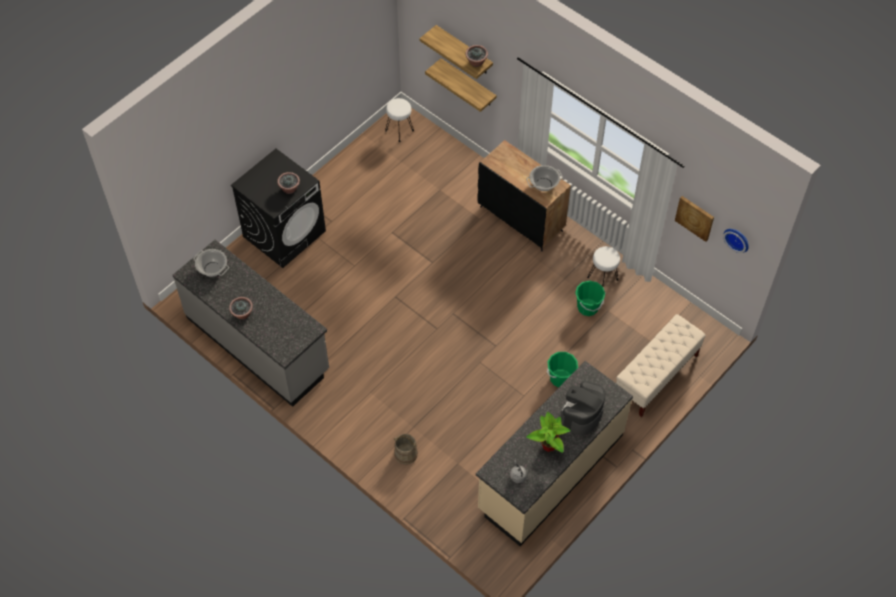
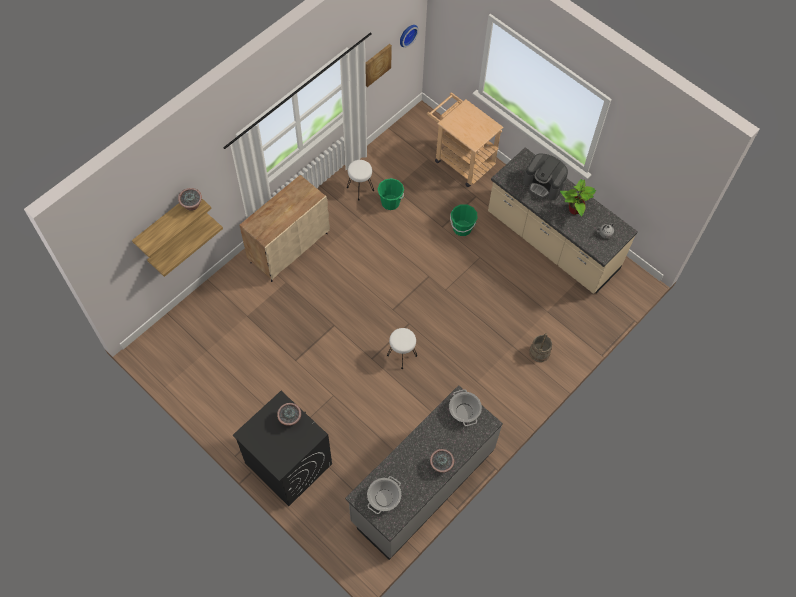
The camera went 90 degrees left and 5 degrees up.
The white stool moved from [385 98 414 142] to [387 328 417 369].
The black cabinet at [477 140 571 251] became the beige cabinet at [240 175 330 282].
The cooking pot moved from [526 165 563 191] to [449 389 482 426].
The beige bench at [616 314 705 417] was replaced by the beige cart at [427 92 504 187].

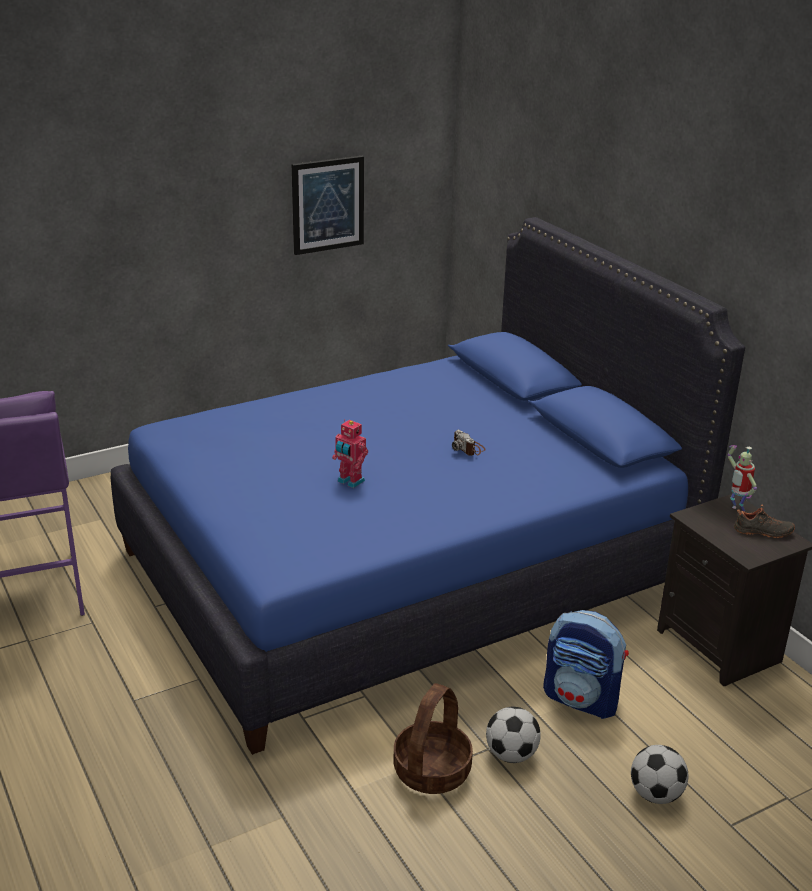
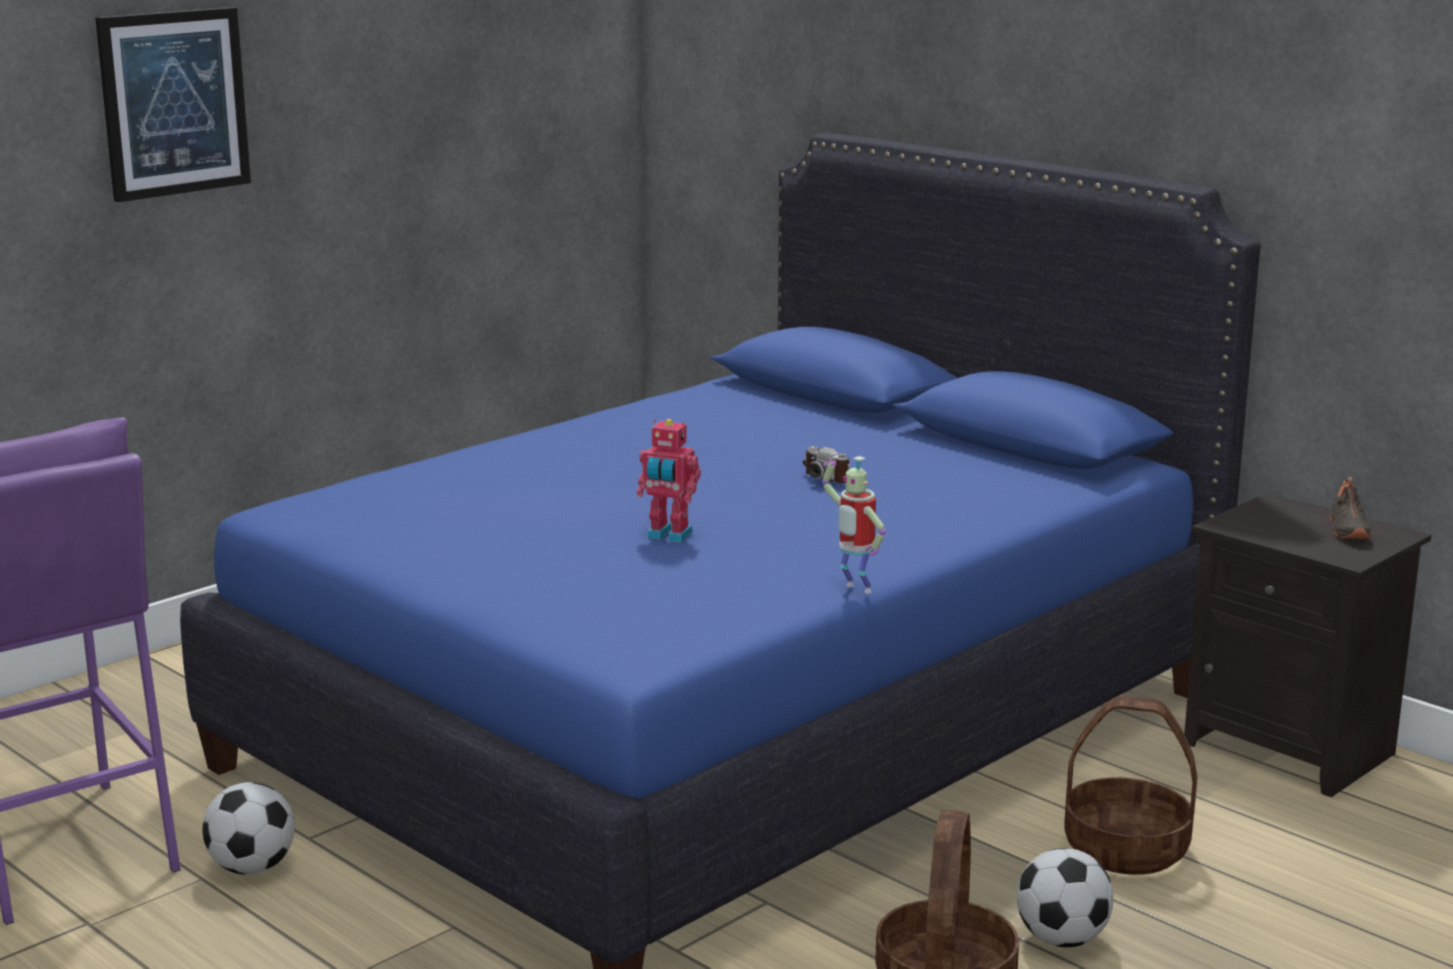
The camera went 15 degrees left and 10 degrees down.
The picture moved from [292 156 364 255] to [95 7 251 202].
The toy robot moved from [728 445 757 512] to [822 456 886 593].
The black shoe at [734 505 795 538] turned 105 degrees clockwise.
The backpack at [543 610 629 719] was replaced by the basket at [1064 696 1197 875].
The football moved from [631 745 689 804] to [202 782 295 875].

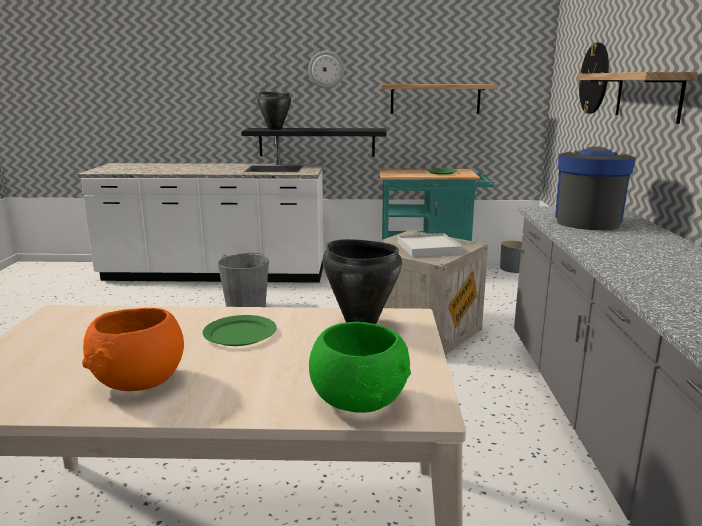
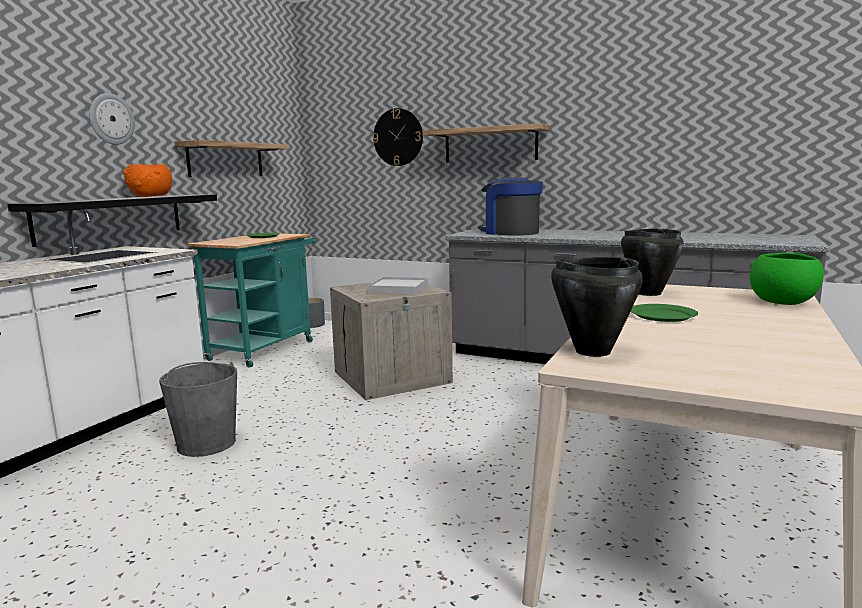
The camera went 65 degrees left and 5 degrees down.
The black cooking pot moved from [257 92 291 130] to [551 257 643 357].
The orange bowl moved from [82 308 184 391] to [123 164 172 197].

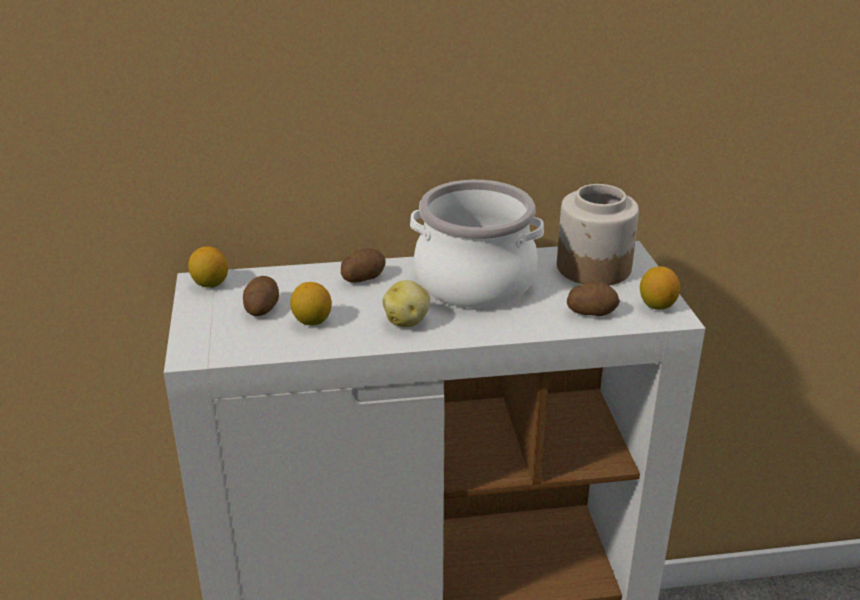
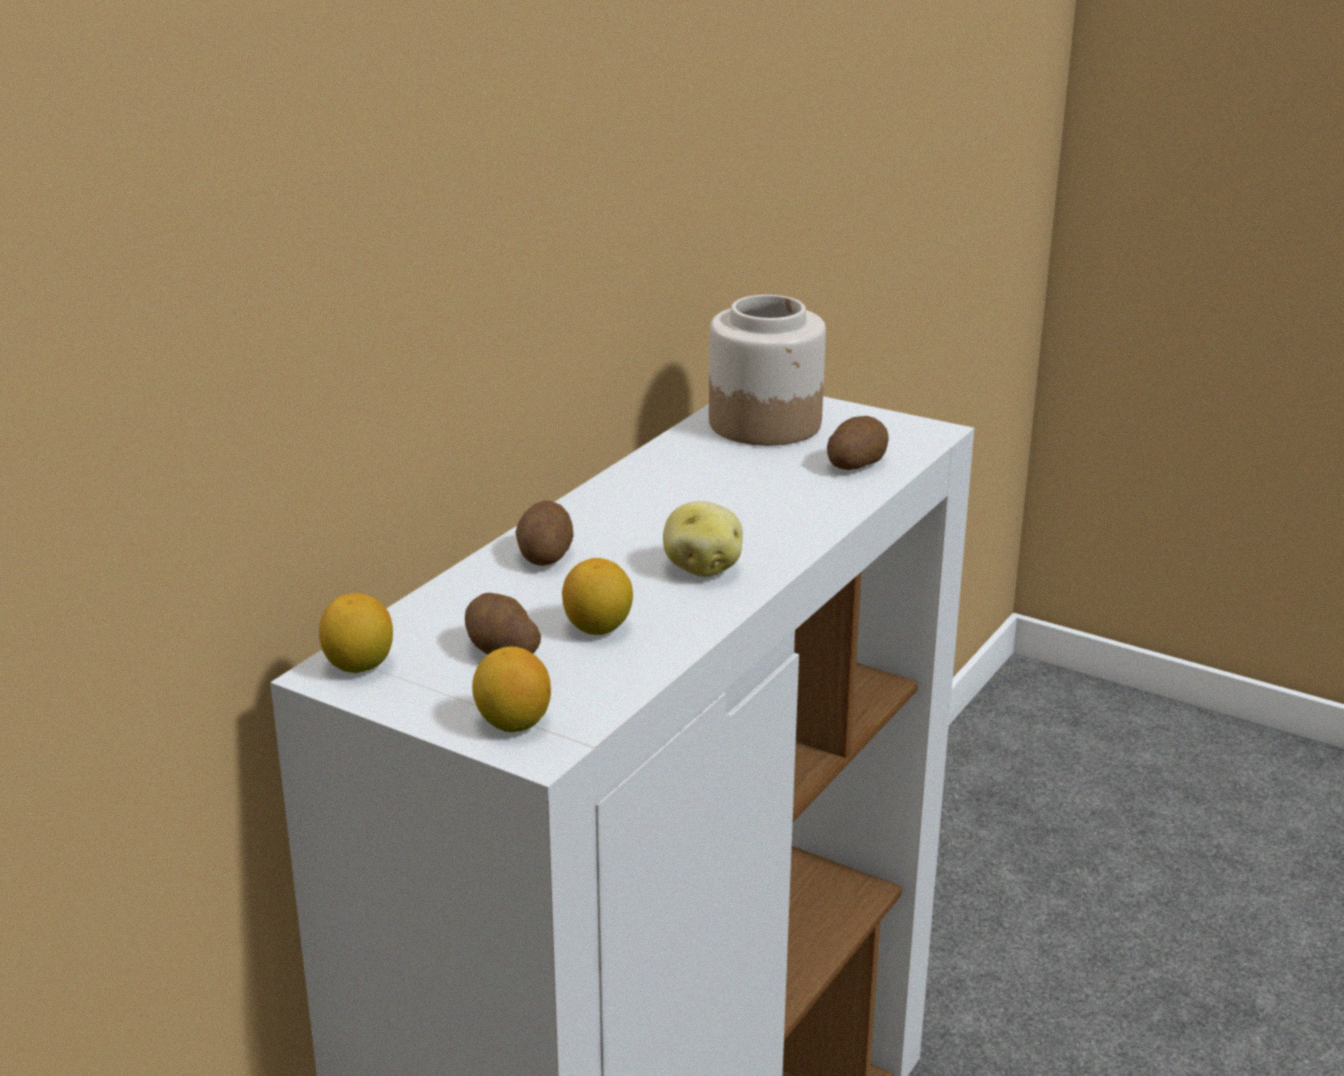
The camera went 50 degrees left and 5 degrees down.
The cooking pot at [410 180 544 308] disappeared.
The lemon moved from [640 267 680 310] to [472 647 551 732].

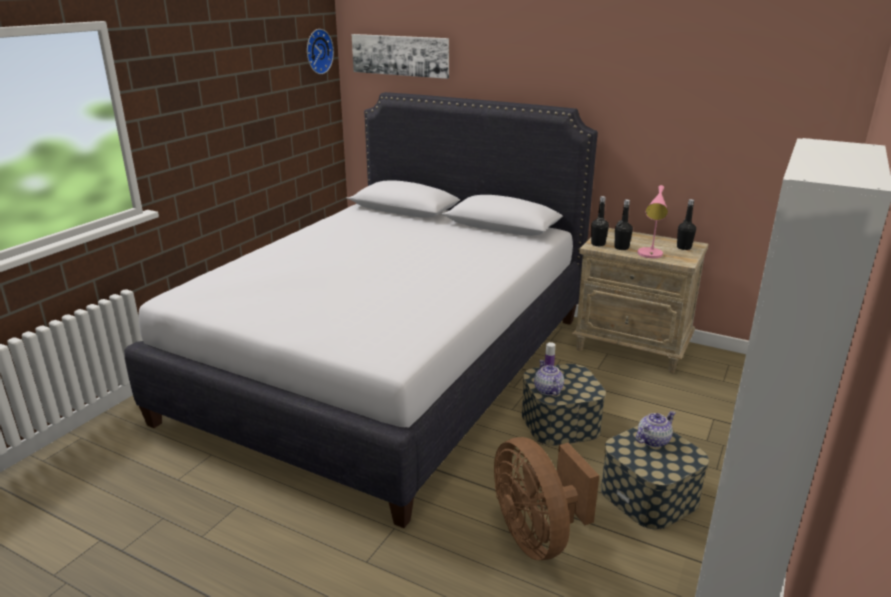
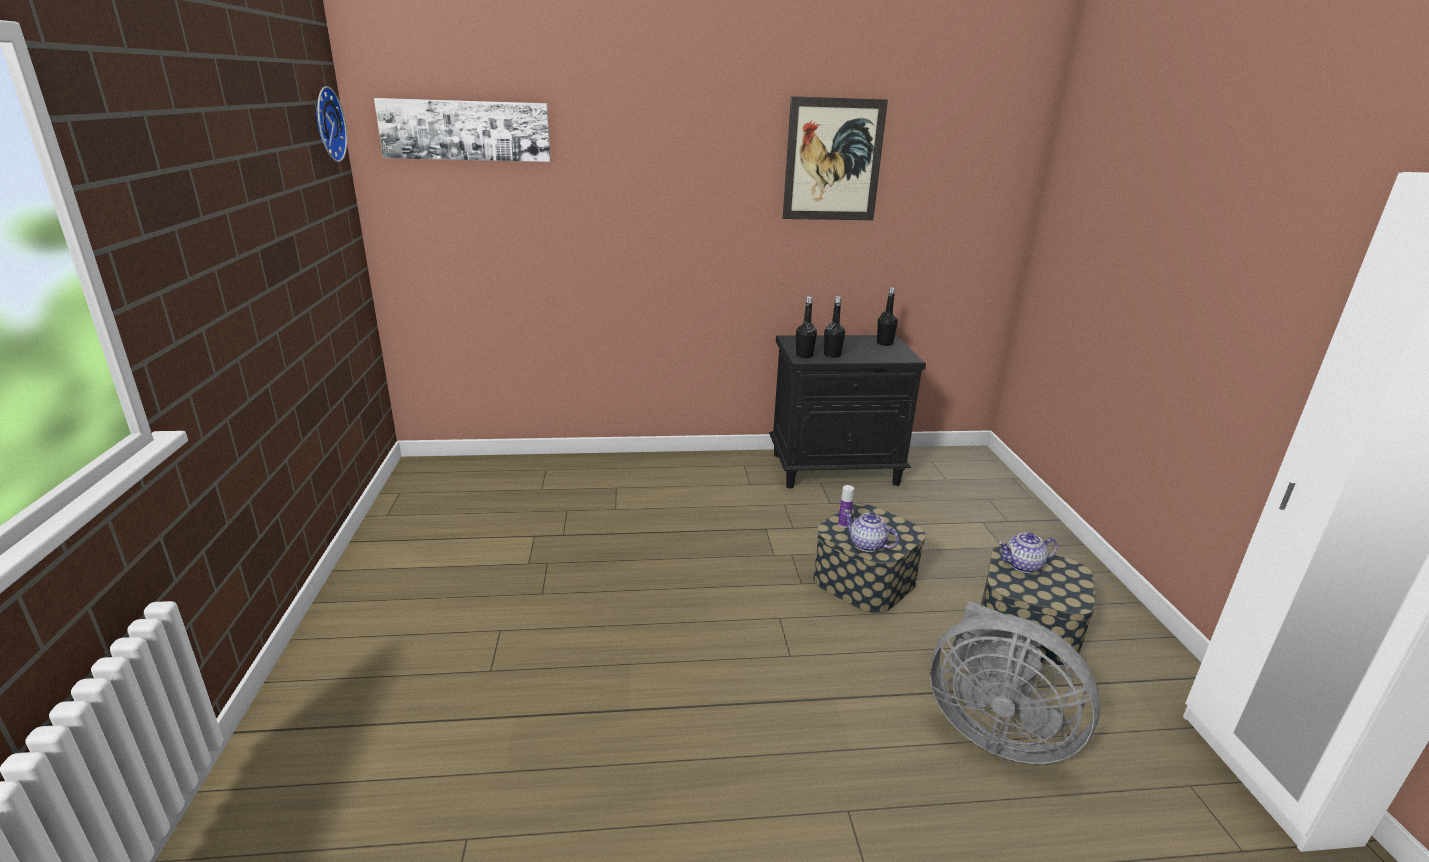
The camera went 35 degrees left and 0 degrees up.
The white bed at [124 92 598 528] disappeared.
The pink table lamp at [637 185 668 258] disappeared.
The beige nightstand at [572 228 709 373] became the black nightstand at [769 335 926 488].
The teapot at [636 411 676 447] turned 120 degrees counterclockwise.
The brown fan at [494 437 599 560] became the grey fan at [930 601 1100 764].
The picture at [783 96 888 220] appeared.

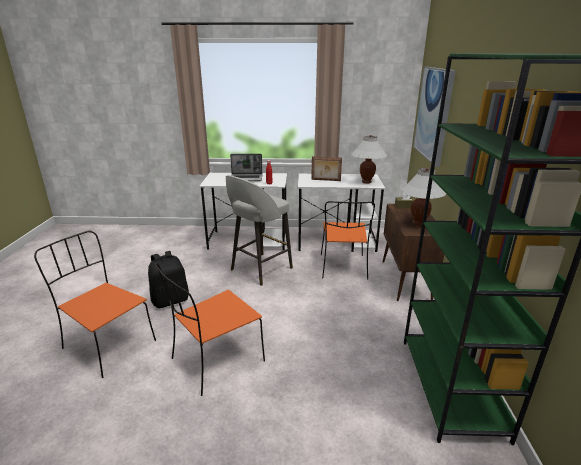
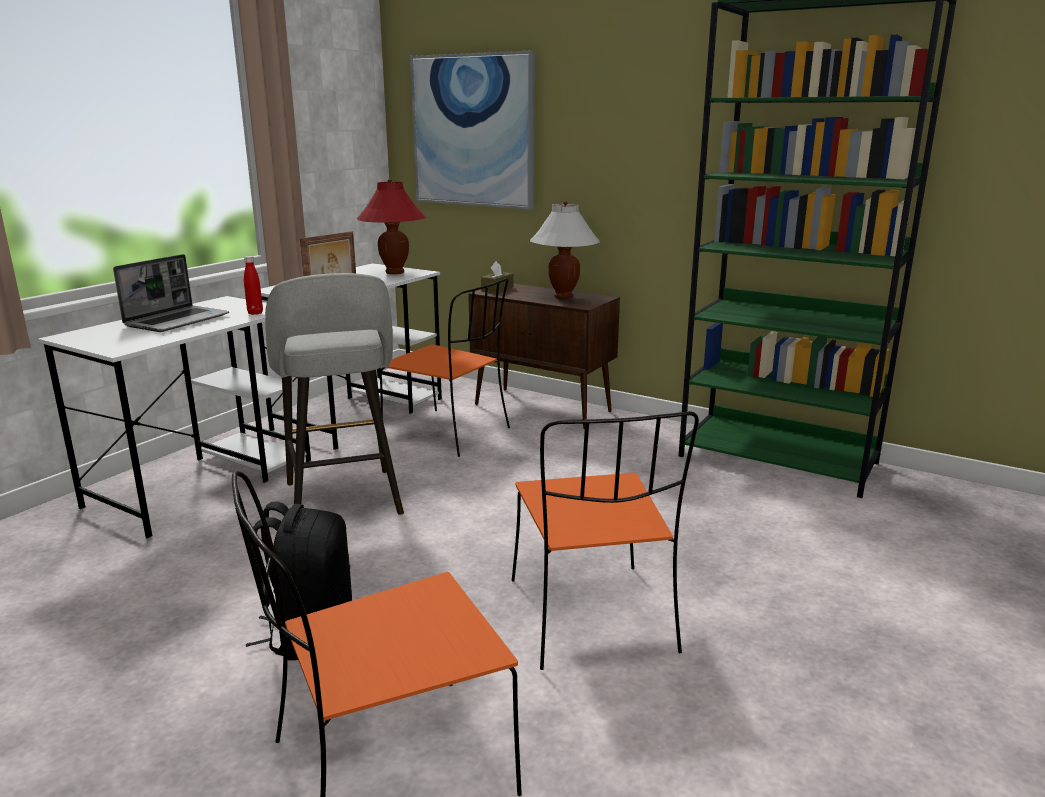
The camera went 60 degrees left and 5 degrees down.
The white table lamp at [351 135 387 184] became the red table lamp at [357 179 426 275].

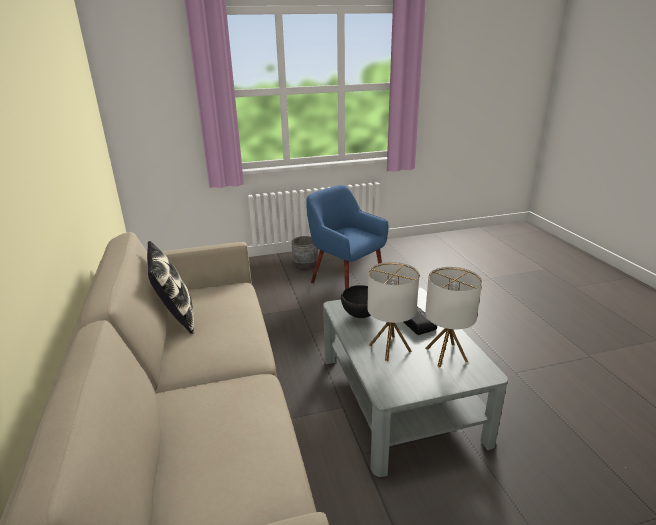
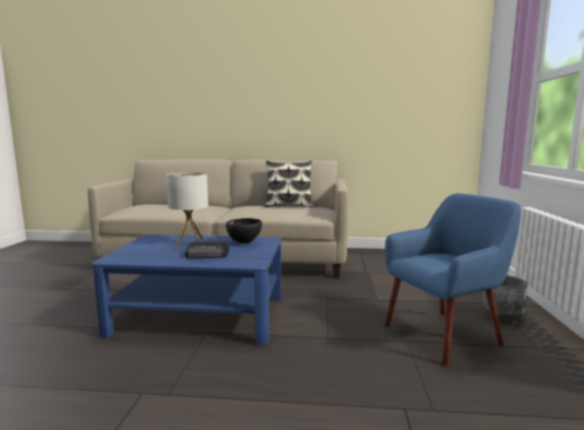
The camera went 110 degrees right and 15 degrees down.
The table lamp at [425 267 482 367] disappeared.
The grey coffee table at [323 287 508 477] became the blue coffee table at [92 234 281 345].

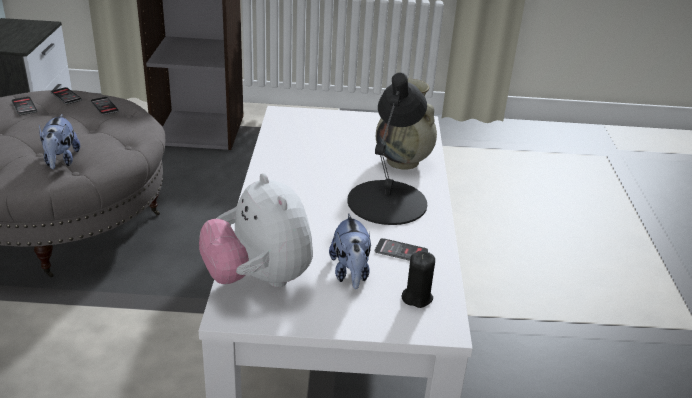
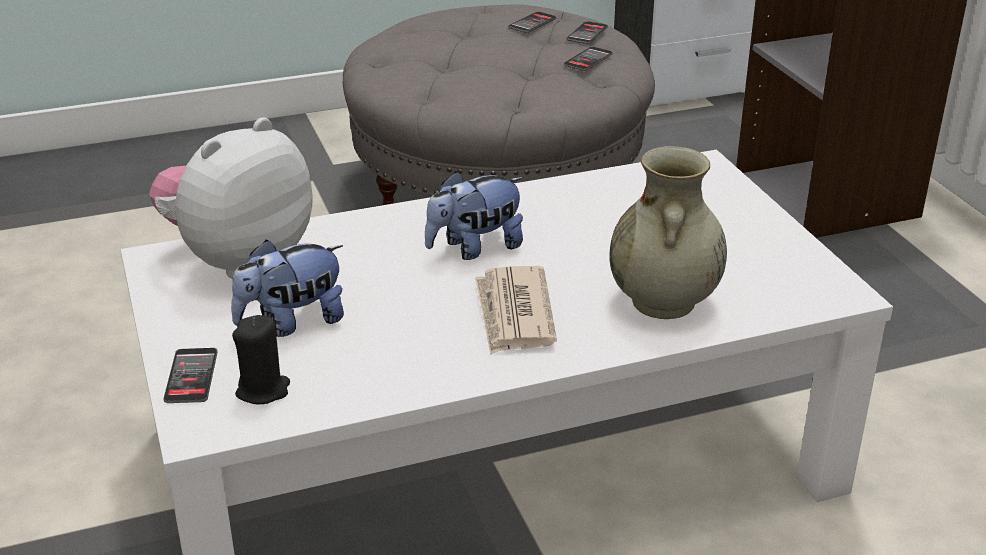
The camera went 70 degrees right and 0 degrees up.
The black table lamp at [347 72 427 225] was replaced by the newspaper at [475 266 557 355].
The plush toy moved from [39 114 80 169] to [425 171 524 260].
The phone moved from [375 238 428 261] to [163 348 217 403].

